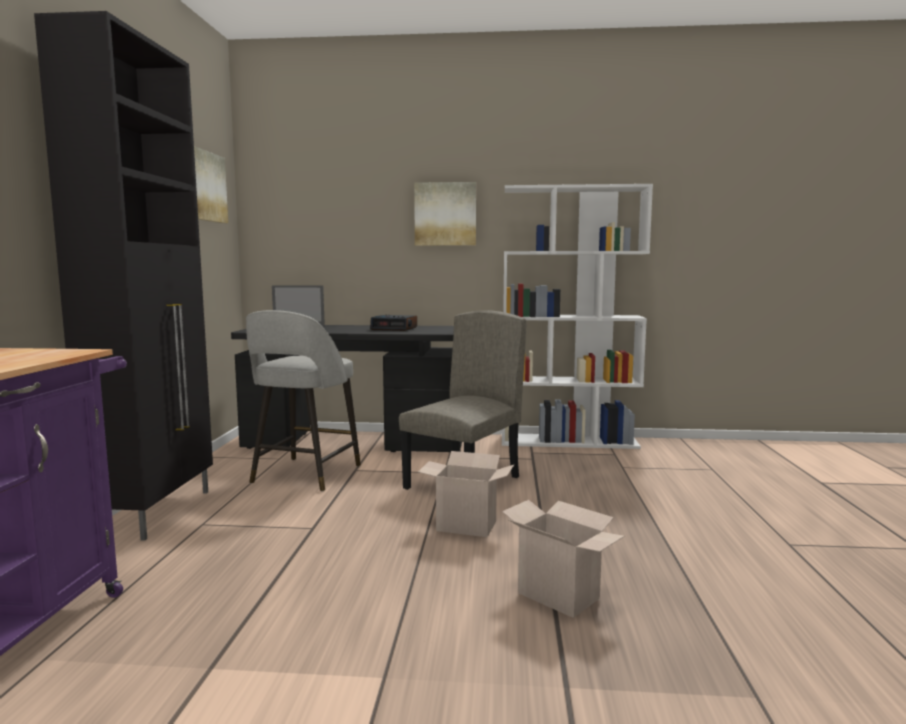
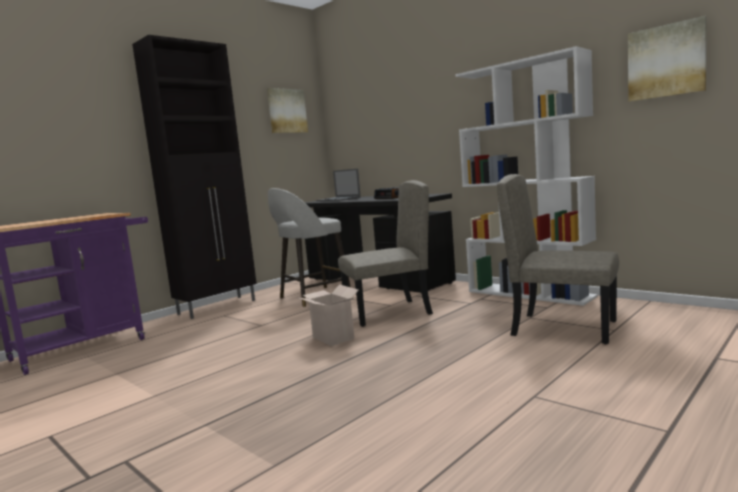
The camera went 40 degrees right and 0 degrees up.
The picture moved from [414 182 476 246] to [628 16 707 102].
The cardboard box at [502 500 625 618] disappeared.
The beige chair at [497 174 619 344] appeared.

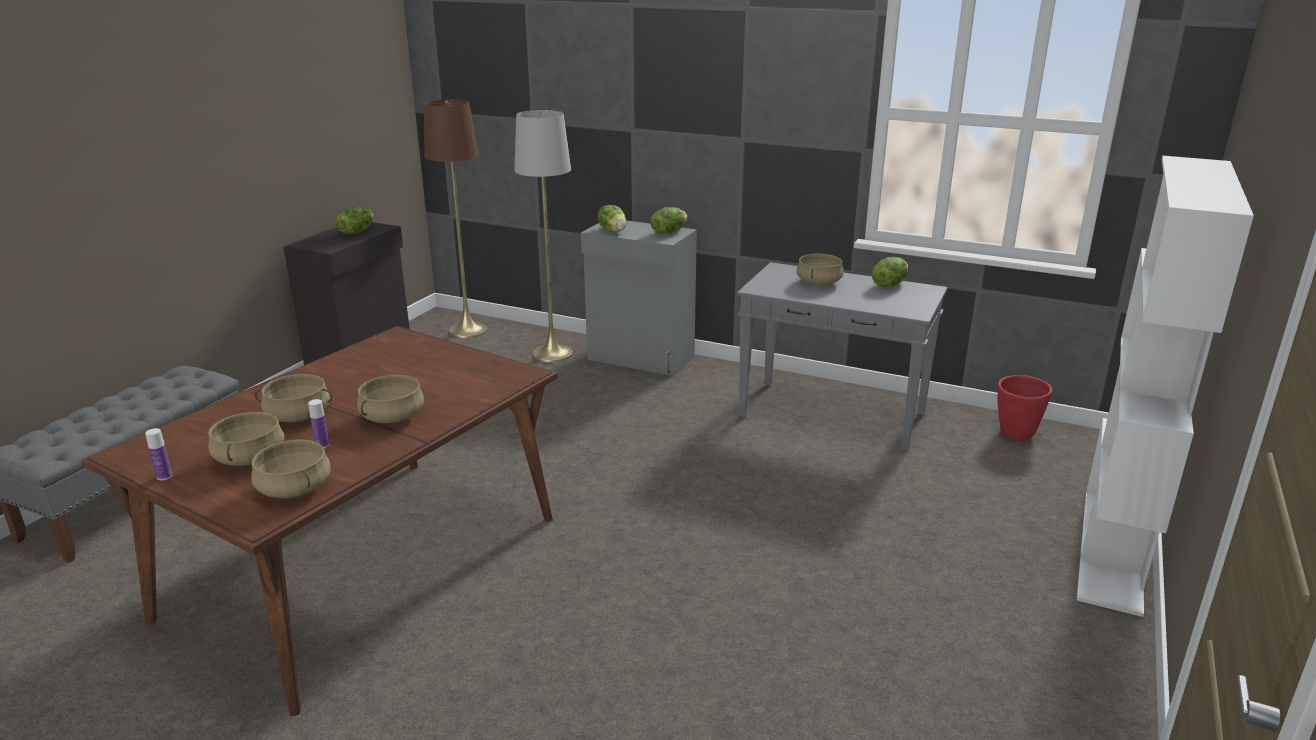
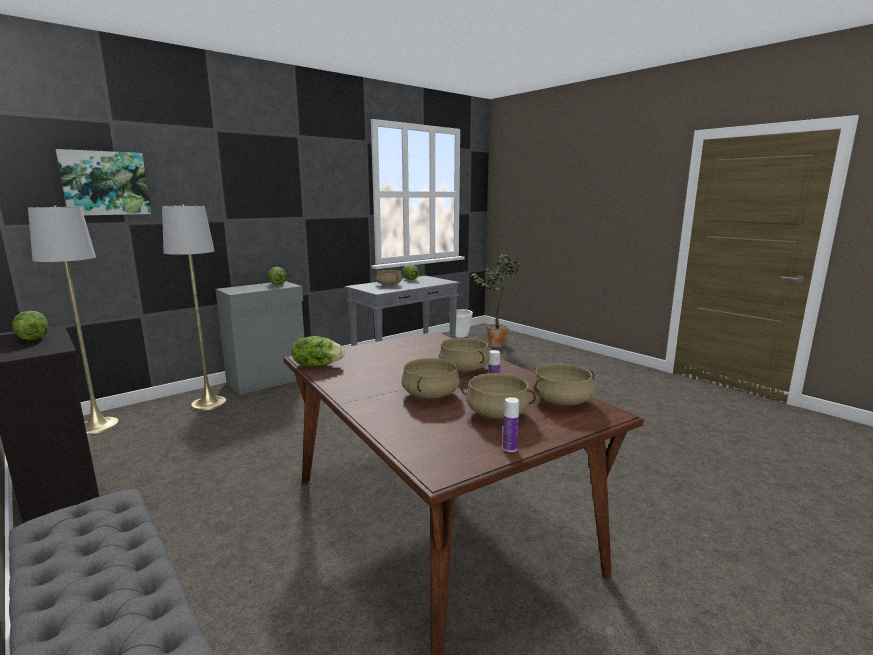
The camera went 65 degrees left and 10 degrees down.
The brown floor lamp at [424 99 487 338] became the grey floor lamp at [28 205 119 435].
The white bookcase at [1077 156 1254 617] disappeared.
The lettuce moved from [598 205 626 232] to [292 336 345 367].
The red planter at [998 375 1052 440] became the white planter at [449 309 473 337].
The picture at [55 149 151 215] appeared.
The potted plant at [470 254 522 347] appeared.

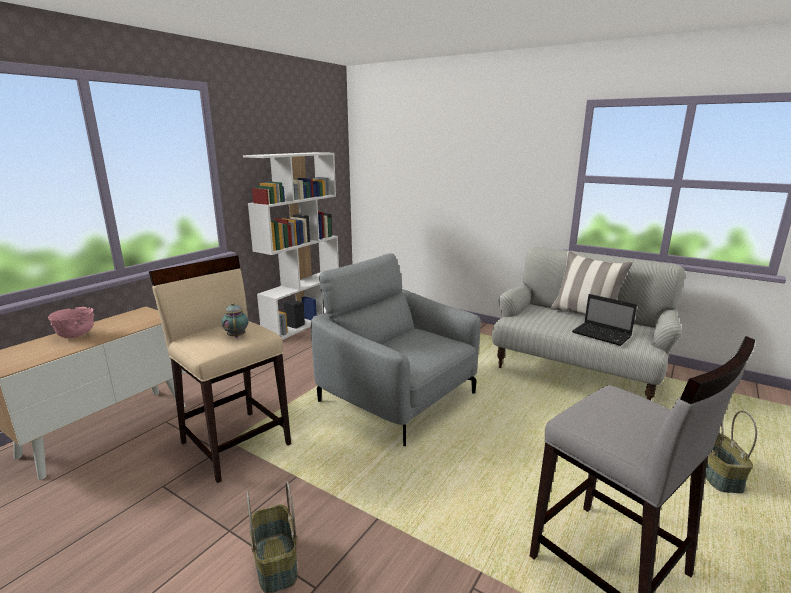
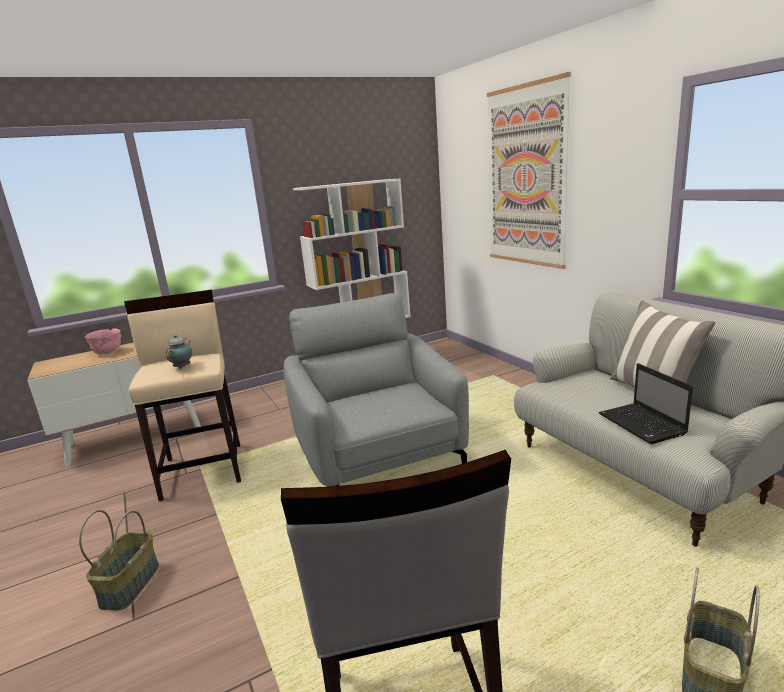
The camera went 30 degrees right and 0 degrees up.
The picture at [487 72 571 269] appeared.

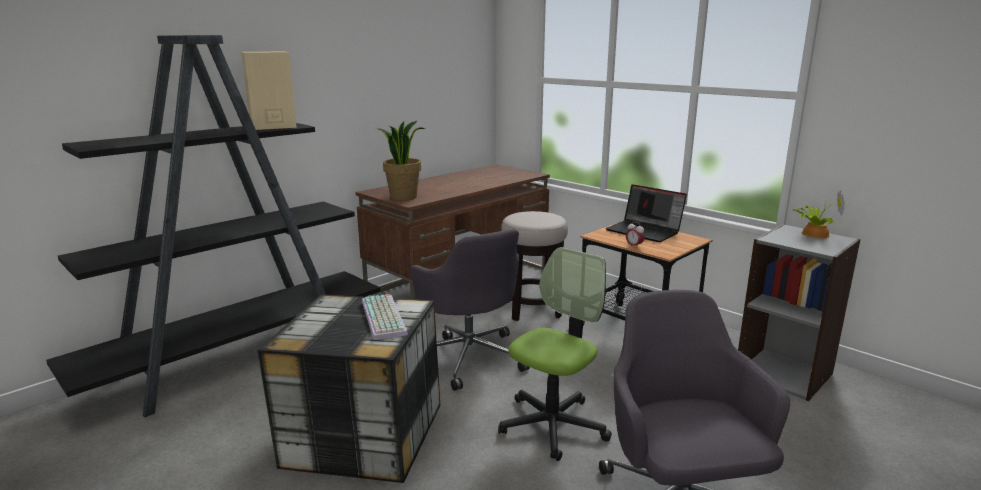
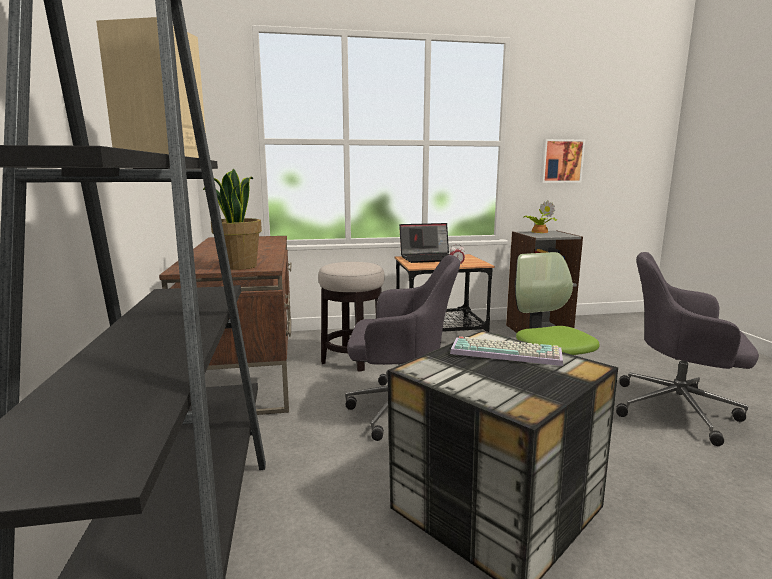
The camera went 55 degrees left and 5 degrees down.
The picture at [540 139 585 183] appeared.

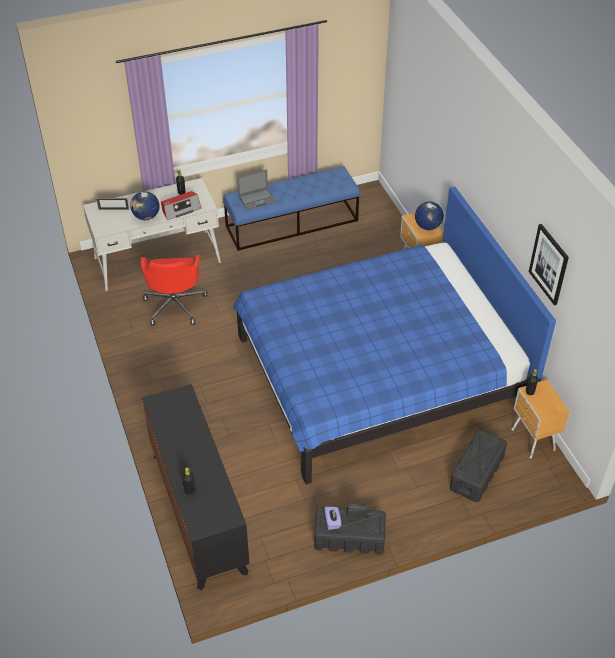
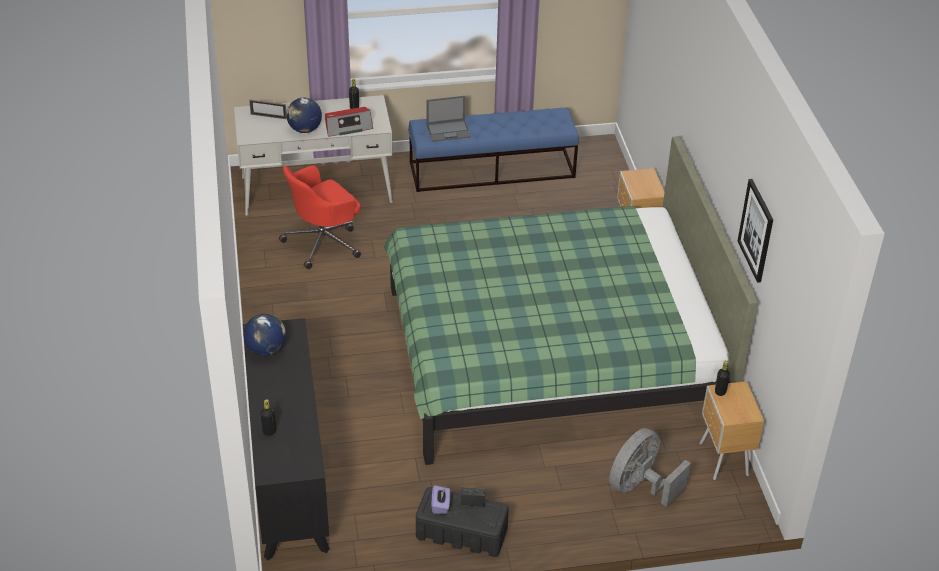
The camera went 10 degrees right and 5 degrees down.
The blue bed at [233 187 556 484] became the green bed at [384 136 758 465].
The globe moved from [415 202 444 230] to [243 314 286 356].
The red office chair at [141 255 207 326] turned 45 degrees clockwise.
The black storage box at [450 430 507 502] was replaced by the grey fan at [609 428 691 507].

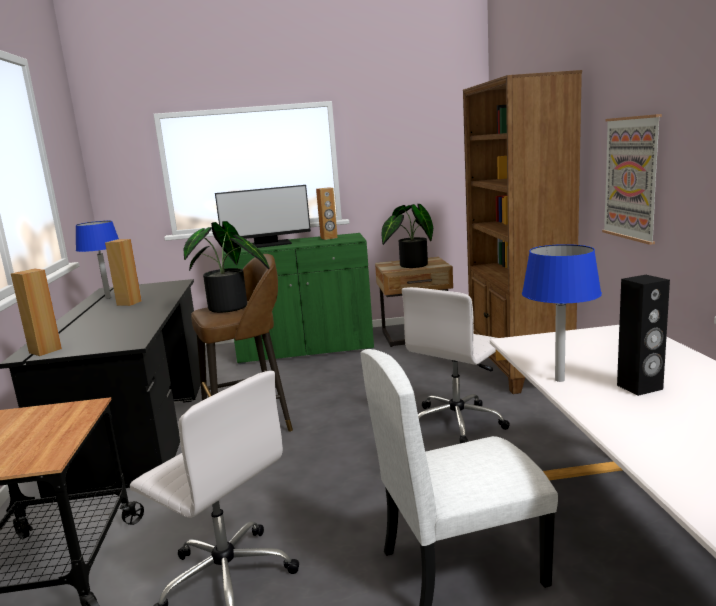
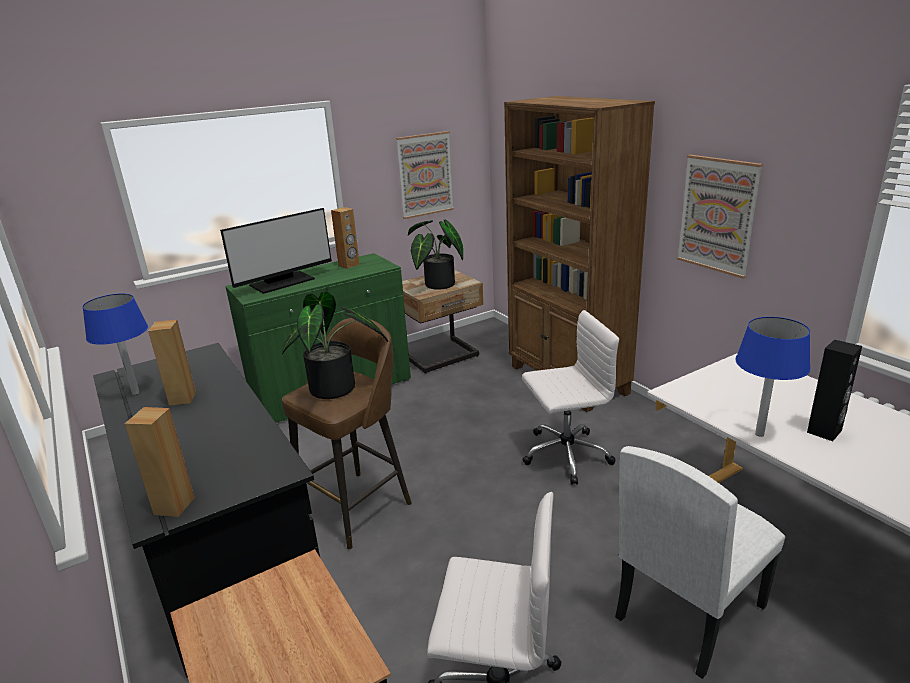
The camera went 25 degrees left and 10 degrees up.
The white office chair at [402 287 510 444] turned 120 degrees counterclockwise.
The picture at [396 131 454 219] appeared.

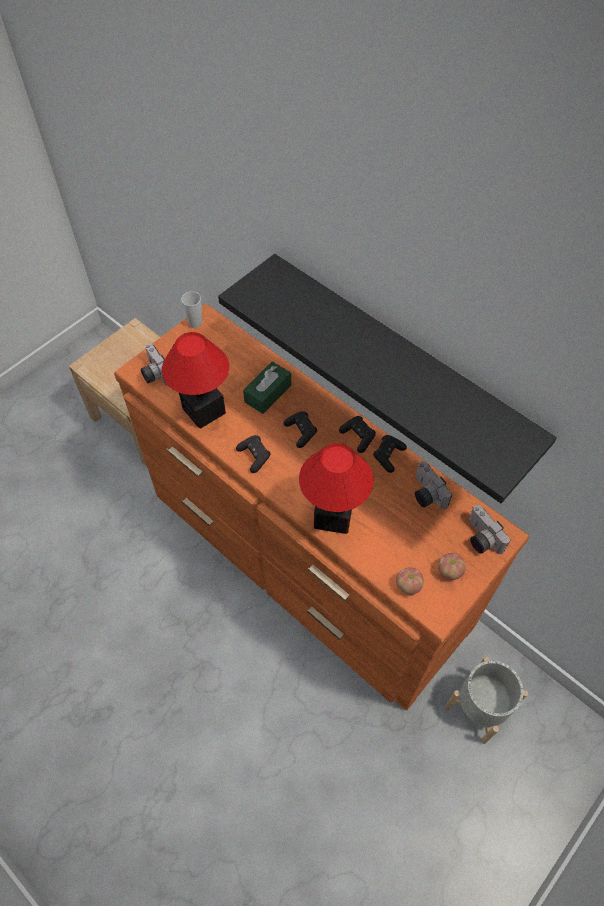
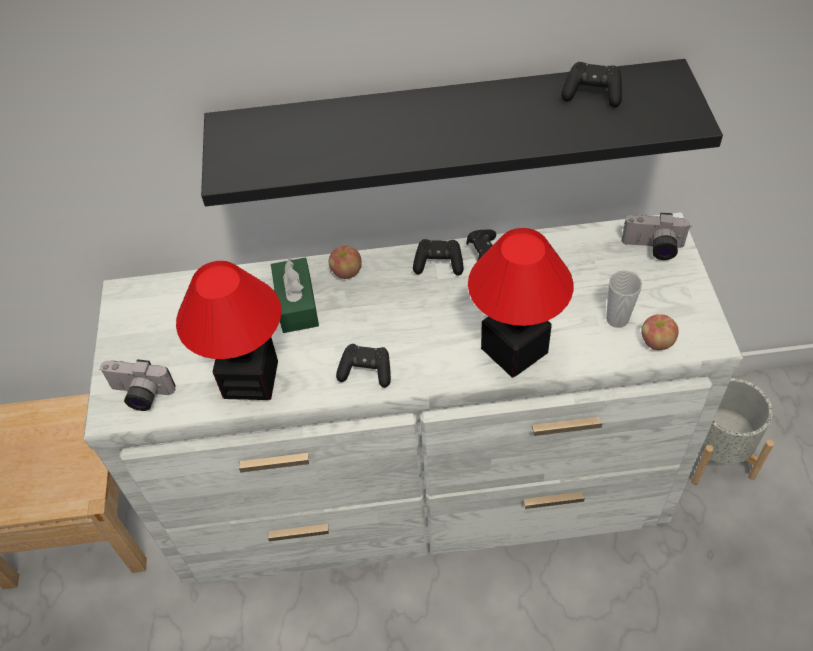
The camera went 45 degrees left and 5 degrees down.
The cup moved from [181 291 202 328] to [606 271 642 328].
The orange dresser at [114 304 529 710] became the white dresser at [84 212 743 585].
The black game controller moved from [283 411 317 448] to [561 62 622 107].
The photo camera at [415 461 452 509] disappeared.
The apple moved from [438 553 466 580] to [329 246 362 279].

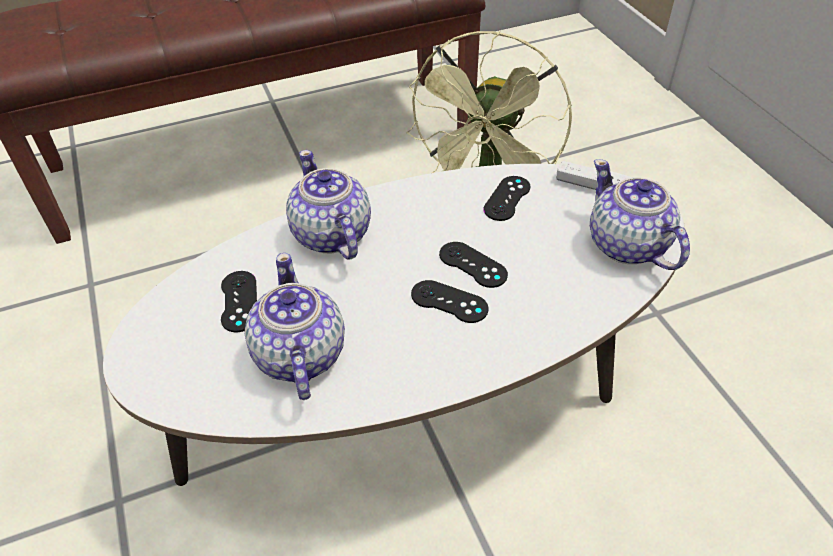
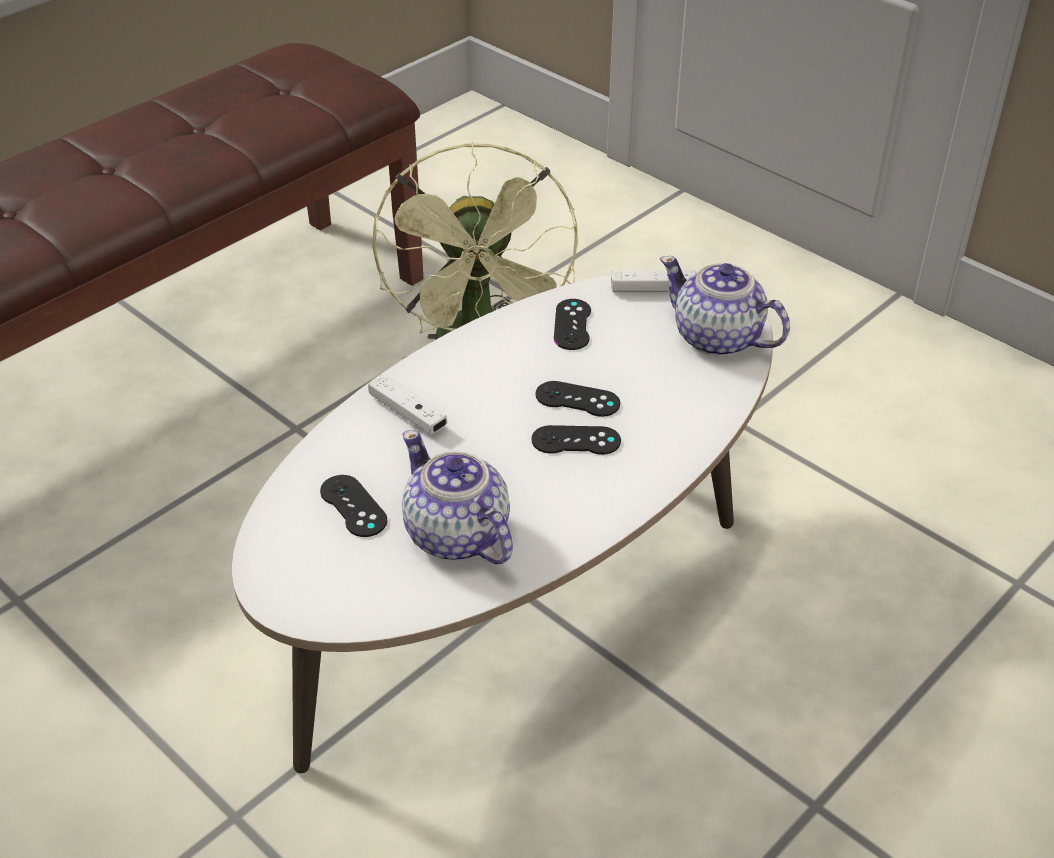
The camera went 25 degrees left and 5 degrees down.
The teapot at [286 150 371 260] was replaced by the white game controller at [368 374 448 434].

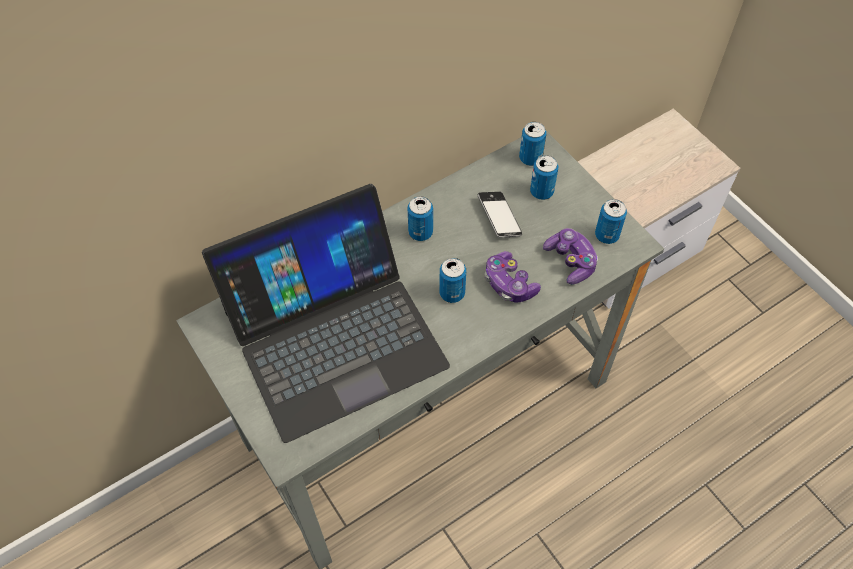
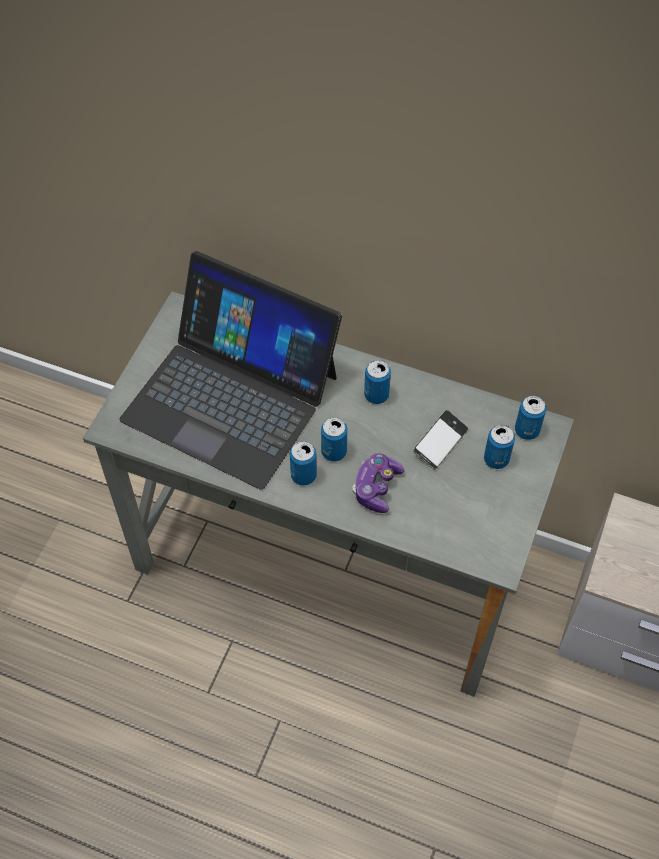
The camera went 55 degrees right and 0 degrees up.
The can moved from [595 199 627 244] to [290 441 317 486].
The game controller at [543 228 598 285] disappeared.

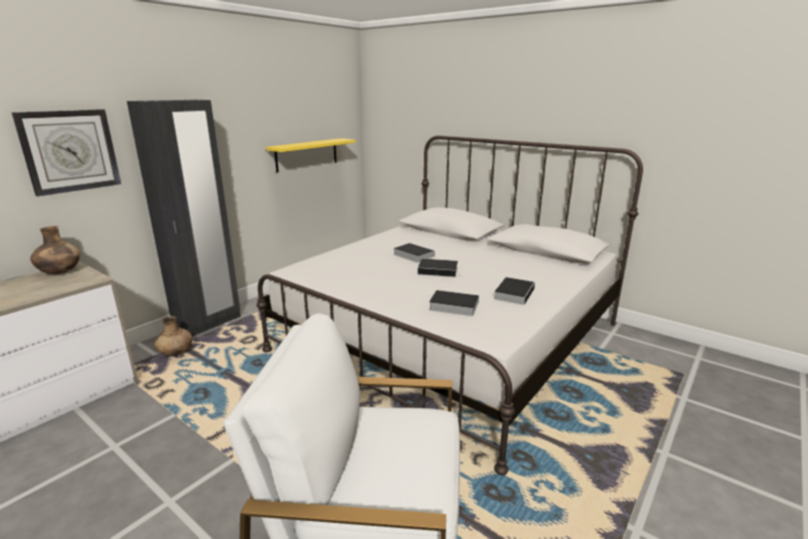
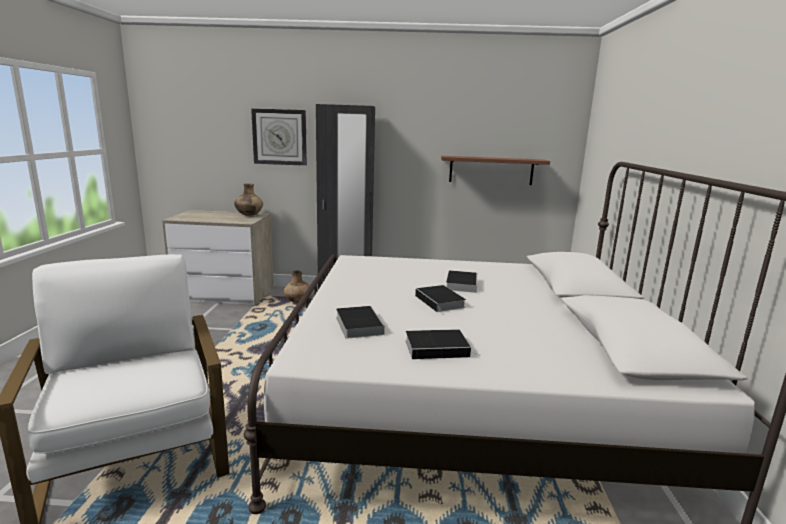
The camera went 55 degrees right and 5 degrees down.
The yellow shelf at [266 138 356 172] became the brown shelf at [441 156 550 185].

